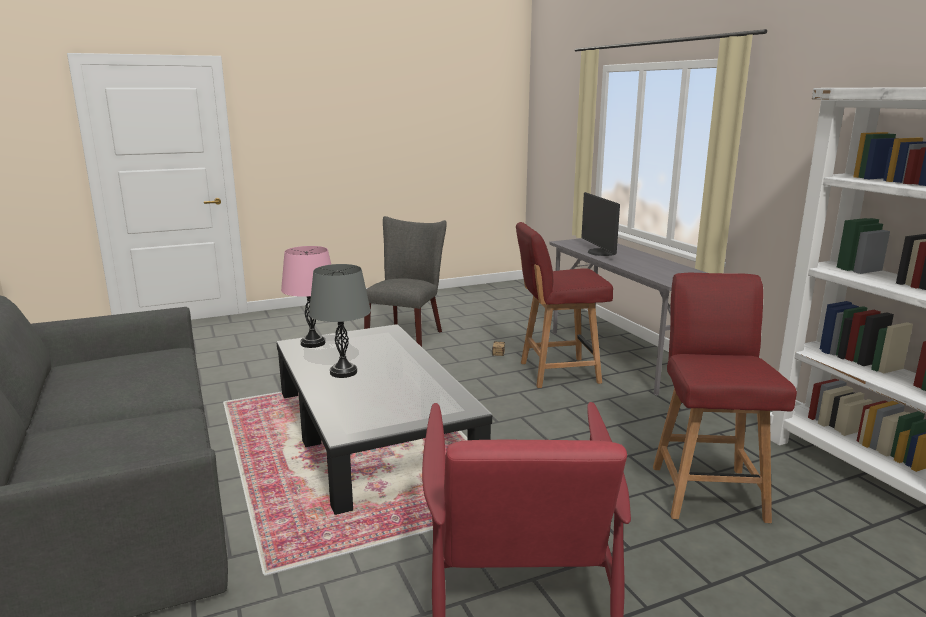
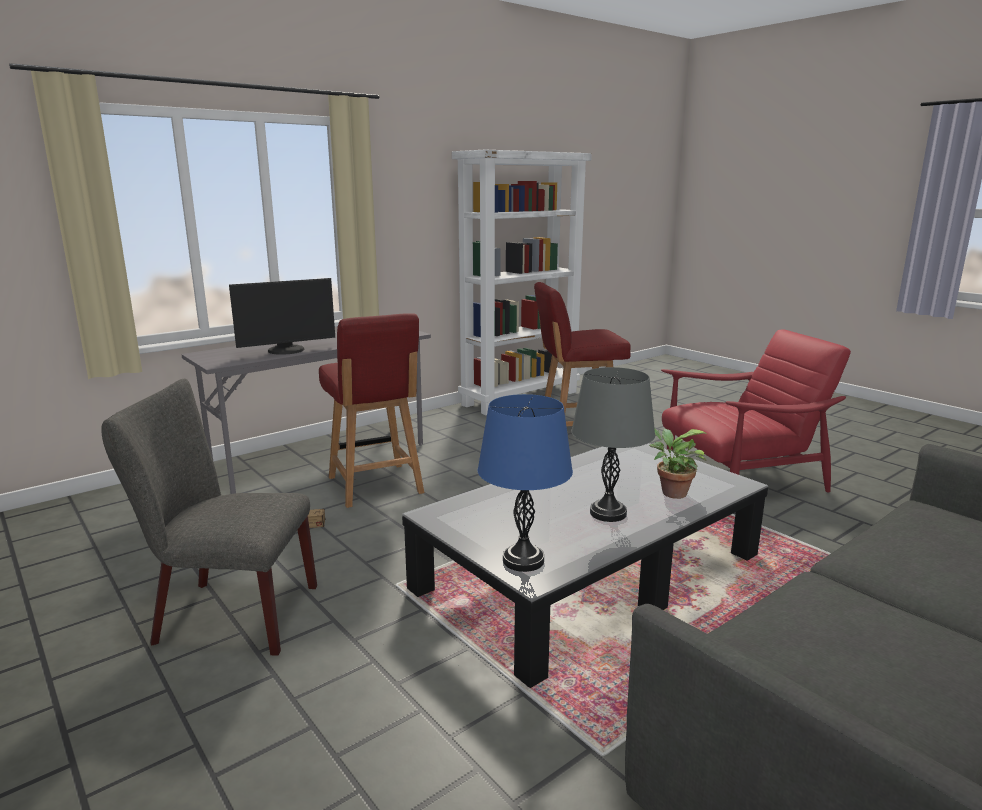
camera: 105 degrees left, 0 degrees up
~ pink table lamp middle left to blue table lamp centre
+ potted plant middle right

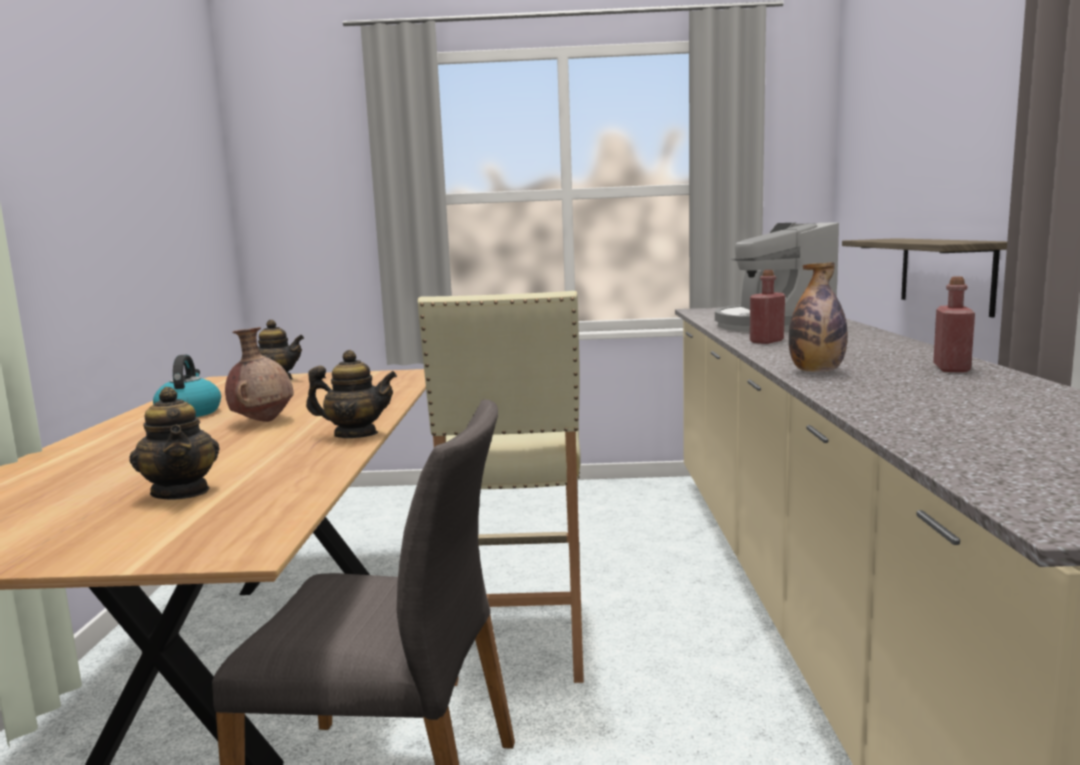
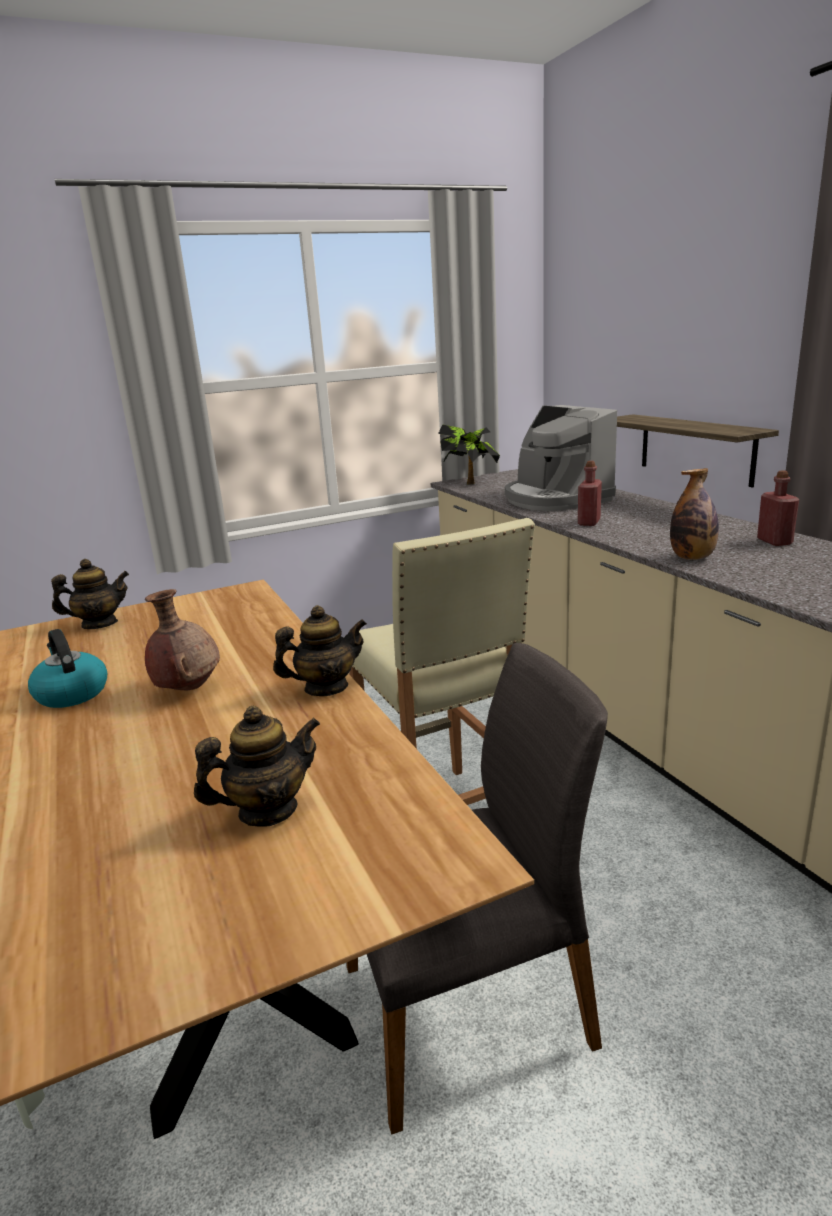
camera: 25 degrees left, 10 degrees up
~ teapot (no. 1 from left in the first image) middle left = middle left 60 degrees counterclockwise
+ potted plant centre

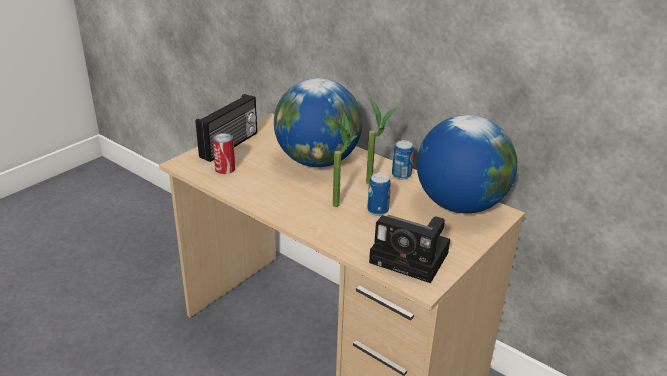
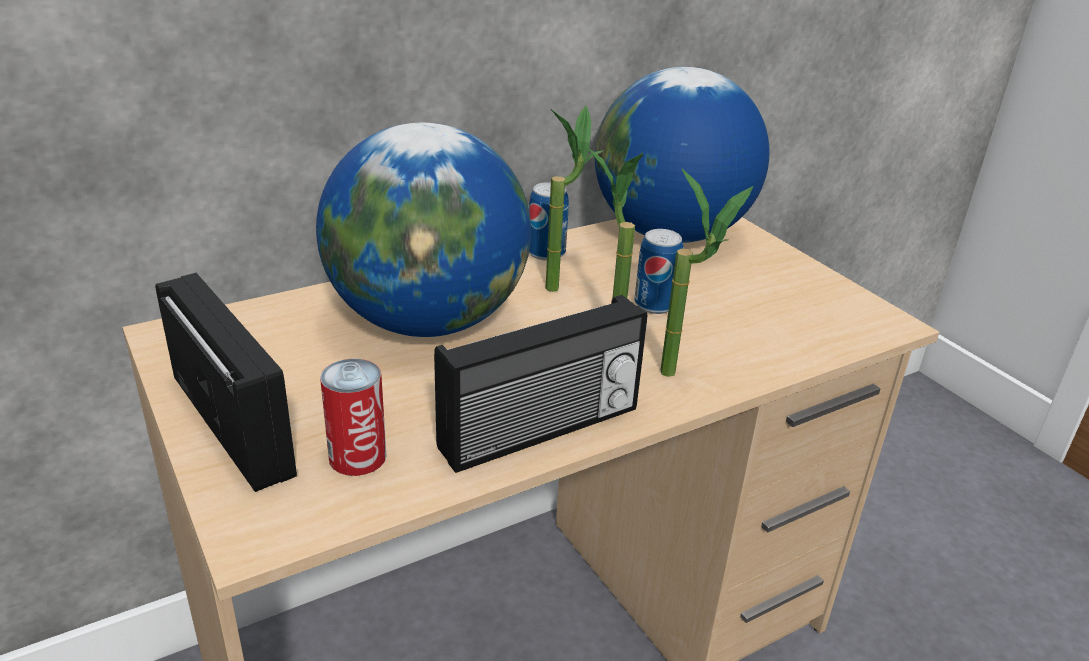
camera: 70 degrees left, 0 degrees up
+ radio (no. 2 from left) centre
+ potted plant (no. 3 from left) centre
- photo camera centre

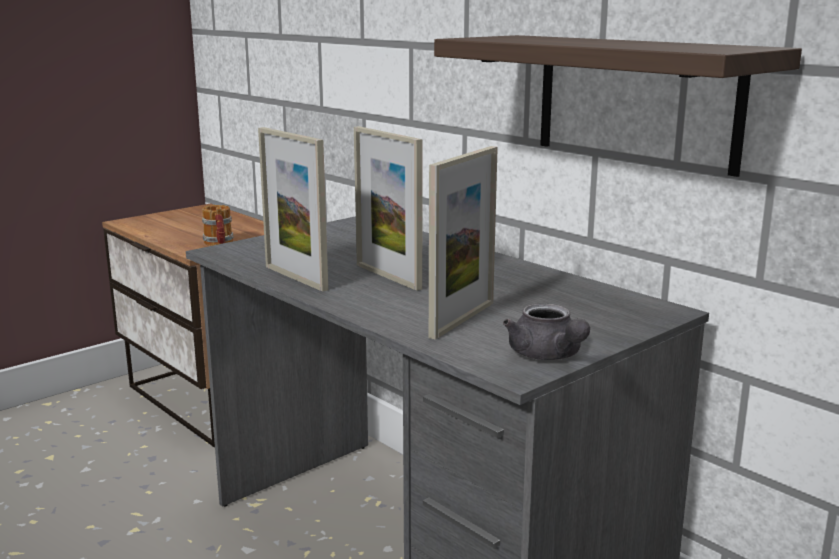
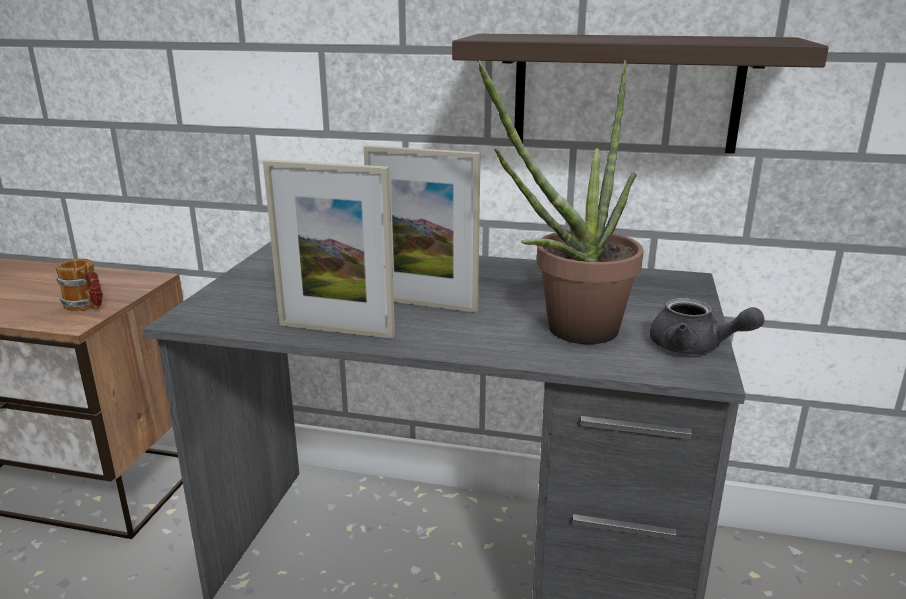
camera: 35 degrees left, 5 degrees up
~ picture frame (no. 3 from left) centre to potted plant centre

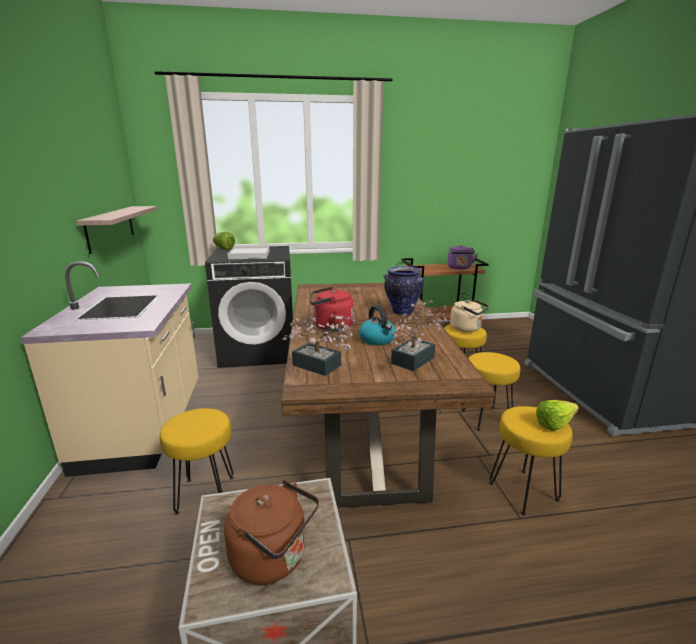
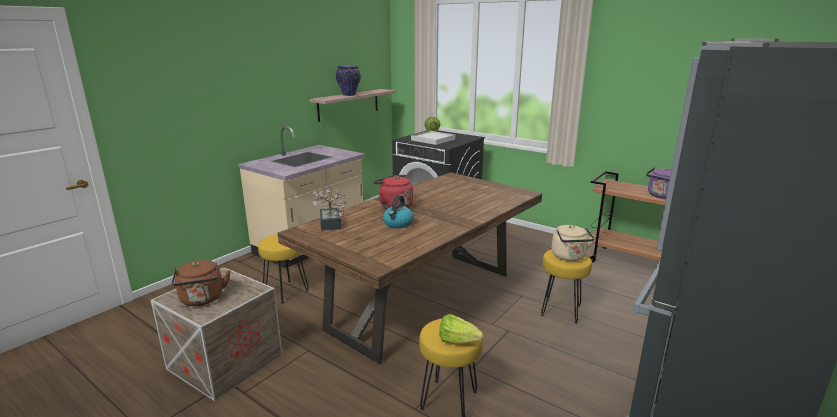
camera: 45 degrees right, 0 degrees up
~ vase centre to top centre
- potted plant (no. 2 from left) centre
- yellow stool (no. 3 from left) middle right

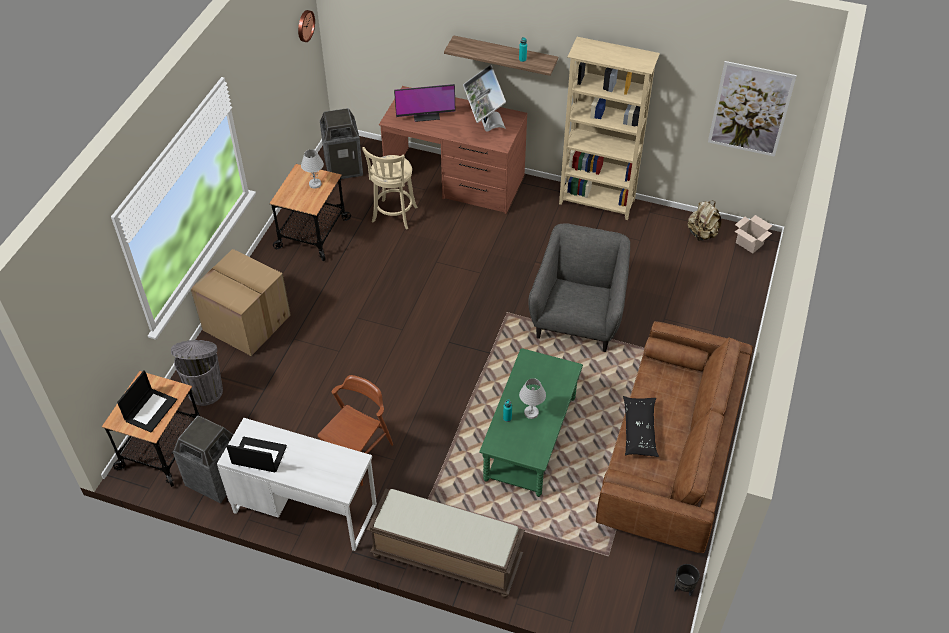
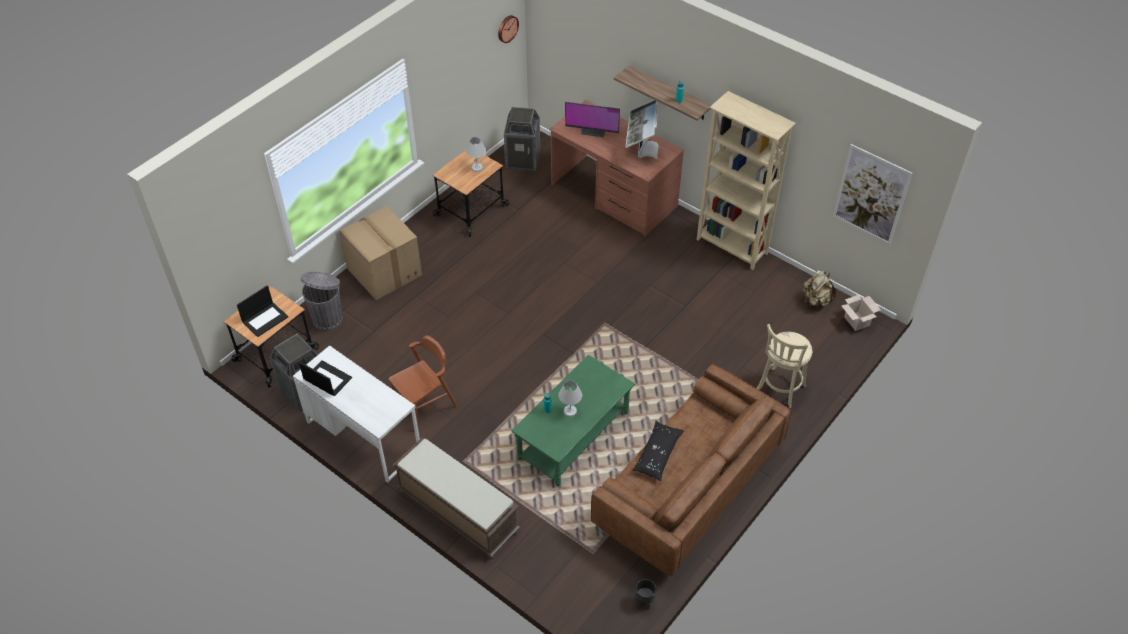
camera: 20 degrees right, 0 degrees up
~ beige stool top centre to middle right
- grey armchair centre

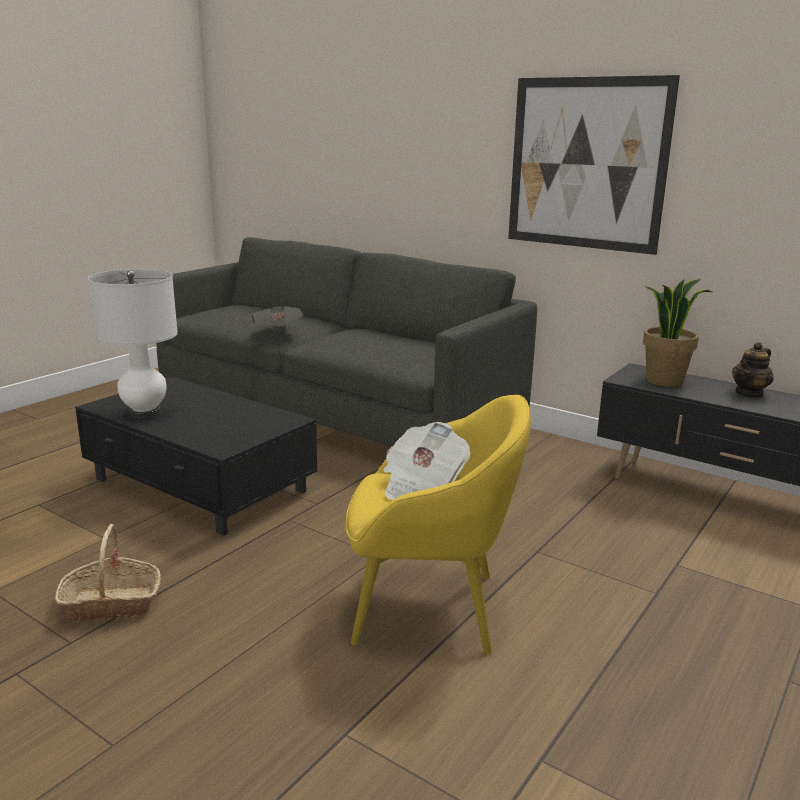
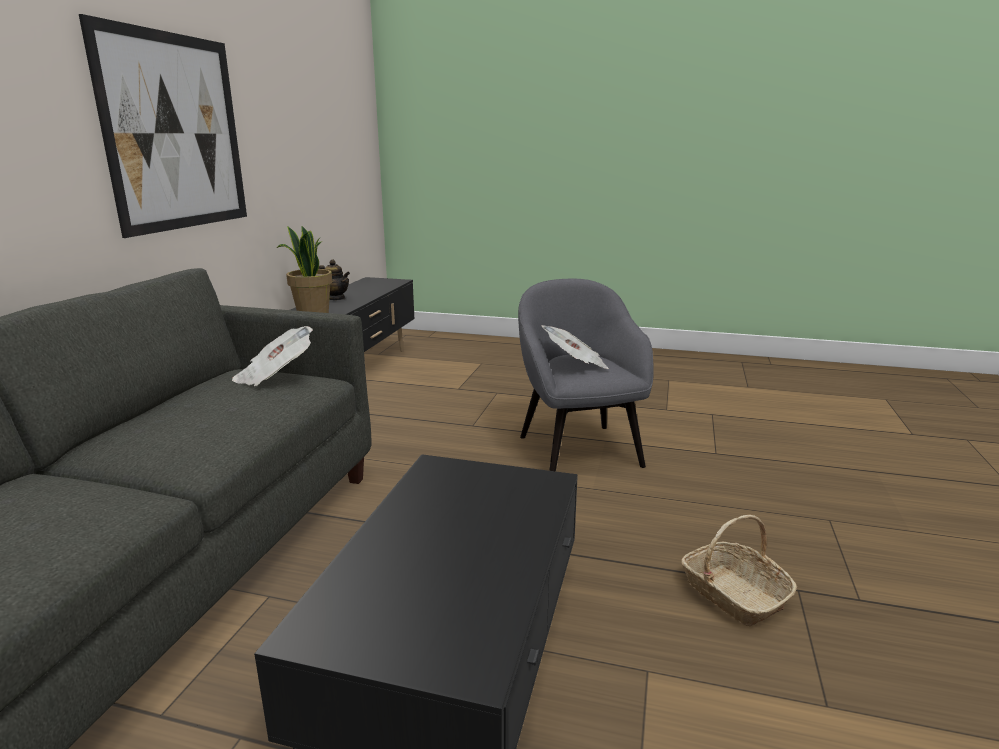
camera: 110 degrees left, 0 degrees up
~ newspaper (no. 1 from left) centre to middle left
~ yellow armchair centre to grey armchair centre
- white table lamp middle left

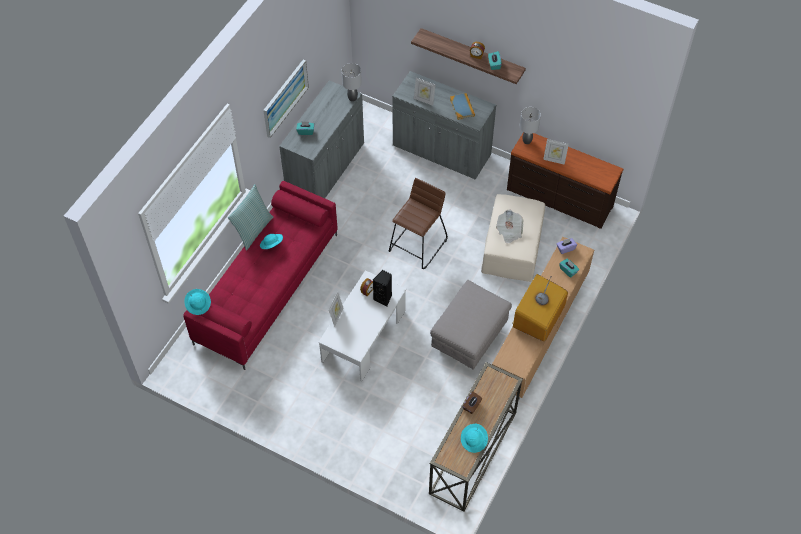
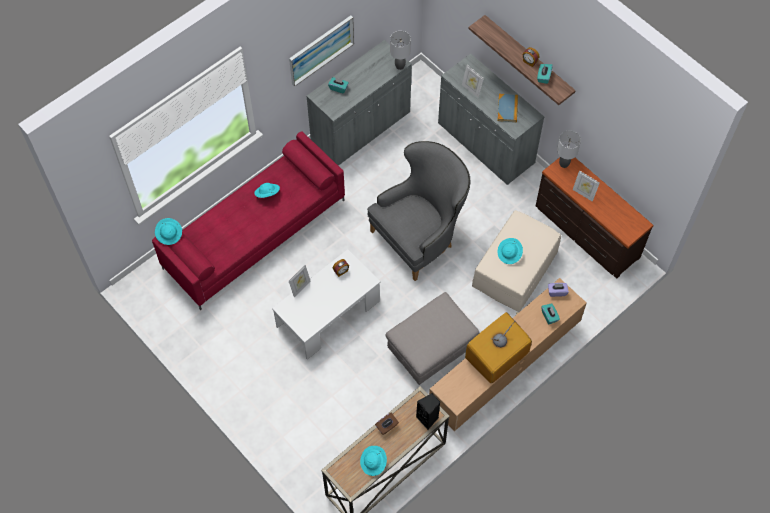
camera: 20 degrees right, 5 degrees up
~ brown stool centre to grey armchair centre
~ black speaker centre to bottom centre
~ newspaper centre to turquoise hat (no. 4 from left) centre
- pillow middle left

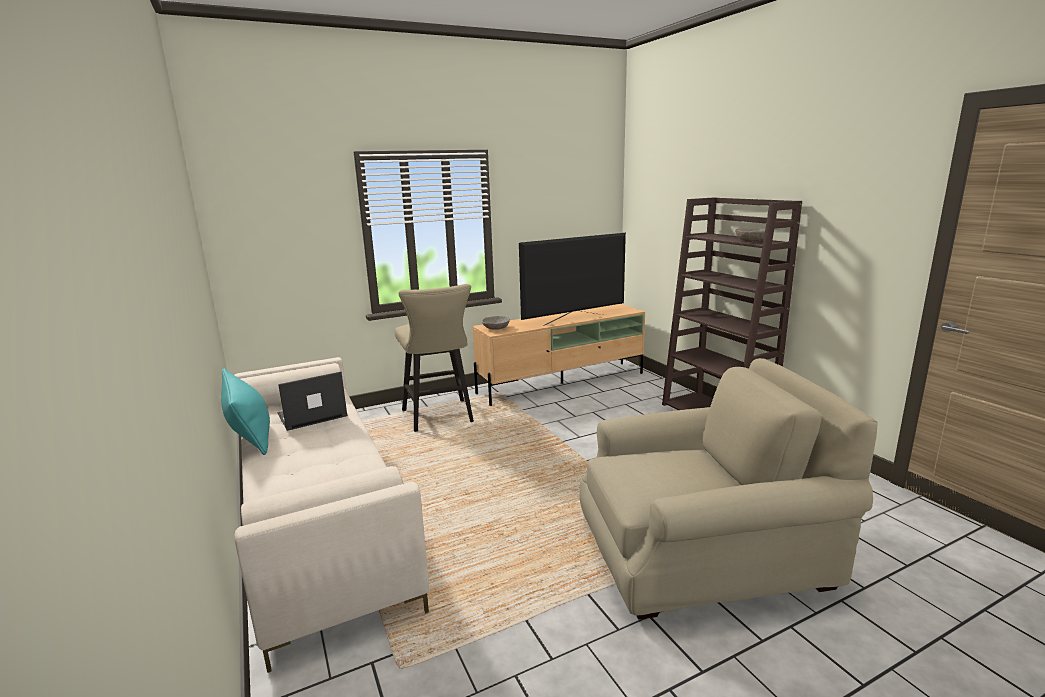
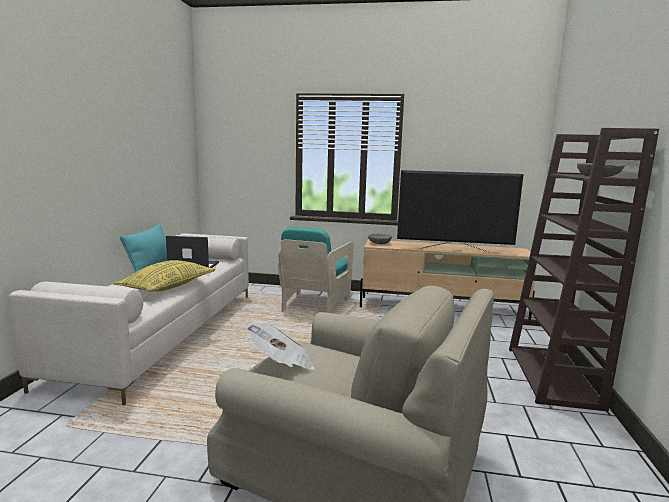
camera: 35 degrees right, 5 degrees down
+ yellow pillow middle left
+ newspaper bottom centre
~ beige stool centre to turquoise armchair centre

